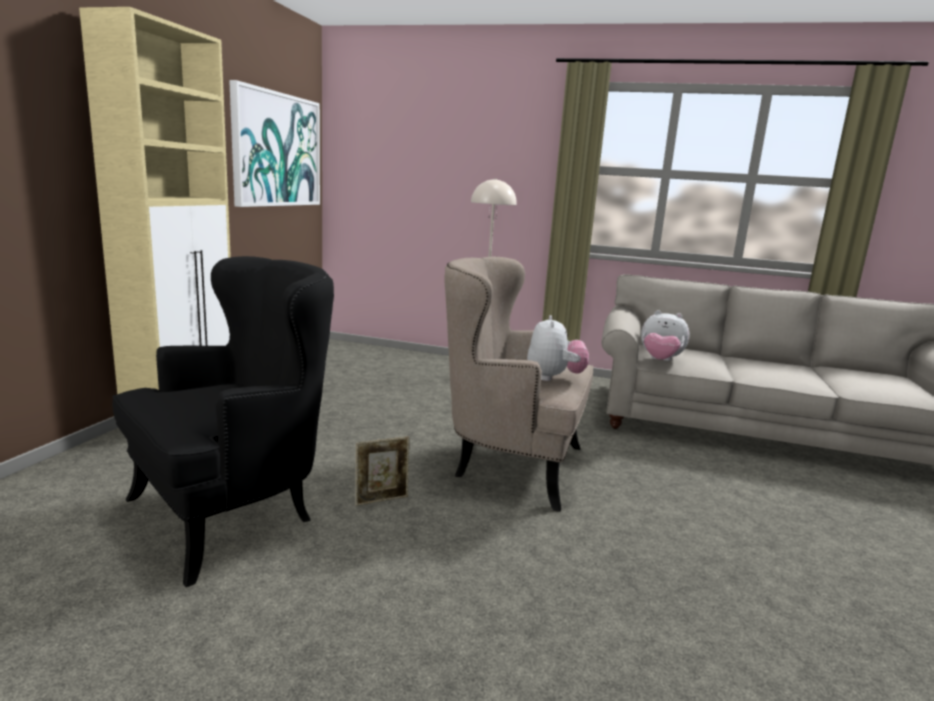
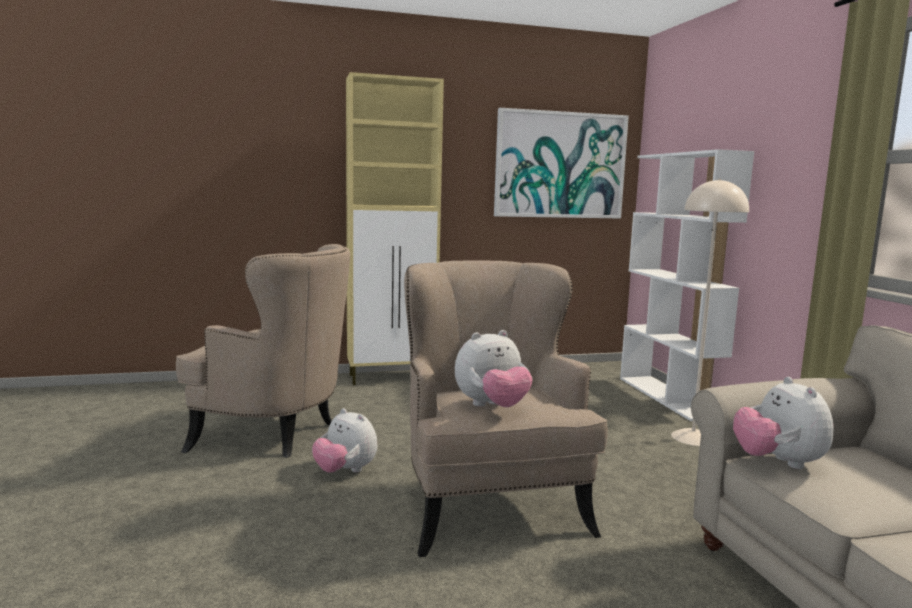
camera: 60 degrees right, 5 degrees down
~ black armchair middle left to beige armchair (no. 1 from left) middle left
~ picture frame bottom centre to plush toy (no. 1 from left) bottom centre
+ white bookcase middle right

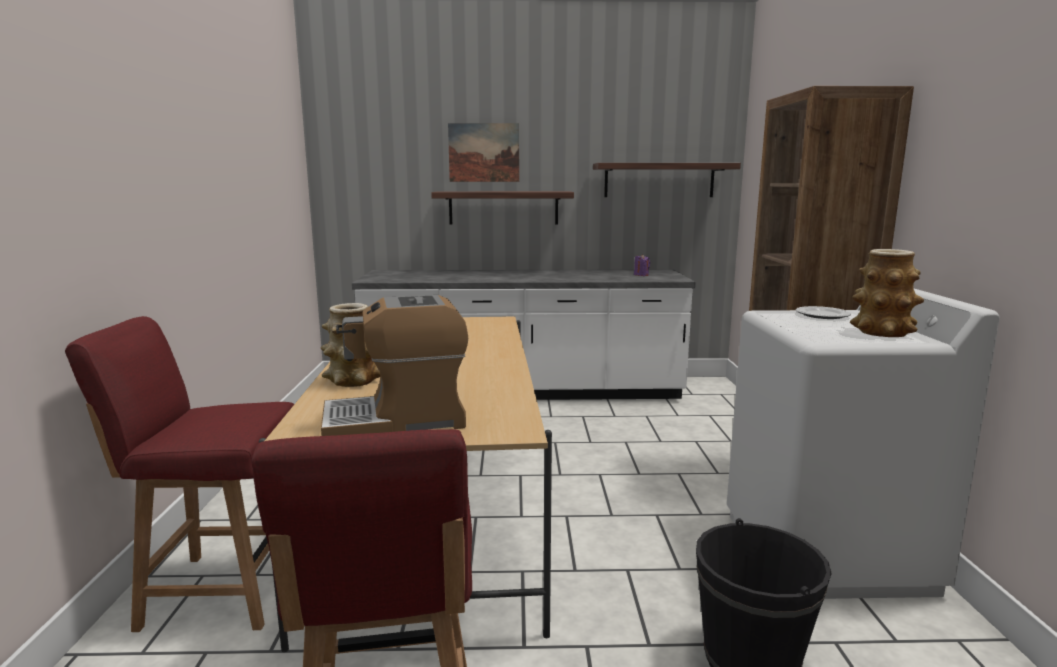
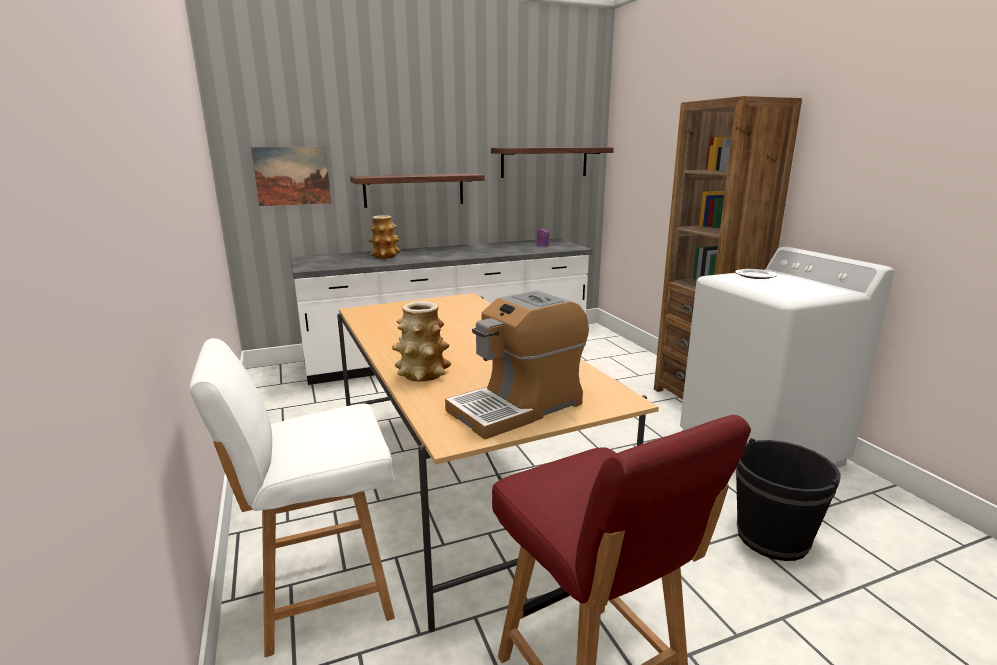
camera: 20 degrees left, 5 degrees up
~ red chair (no. 1 from left) bottom left to white chair bottom left
~ picture top centre to top left
~ vase (no. 2 from left in the first image) middle right to vase (no. 1 from left) centre

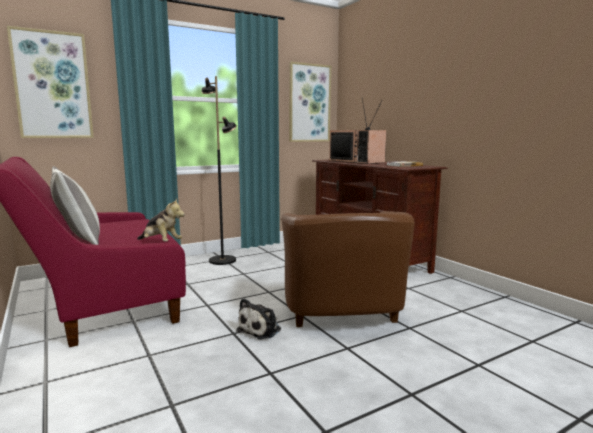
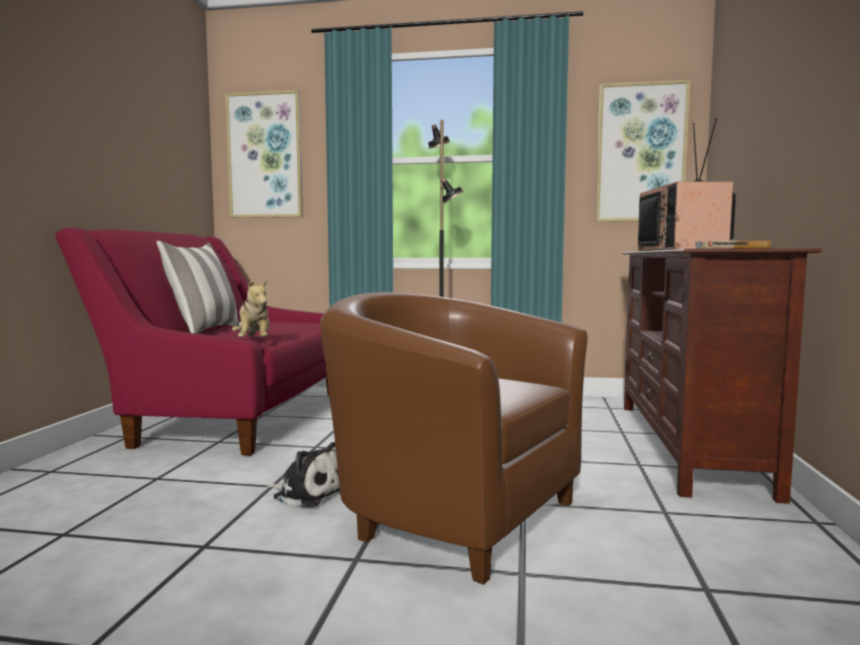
camera: 40 degrees right, 5 degrees down
~ plush toy (no. 2 from left) bottom centre = bottom centre 135 degrees counterclockwise
~ brown armchair centre = bottom centre 90 degrees clockwise

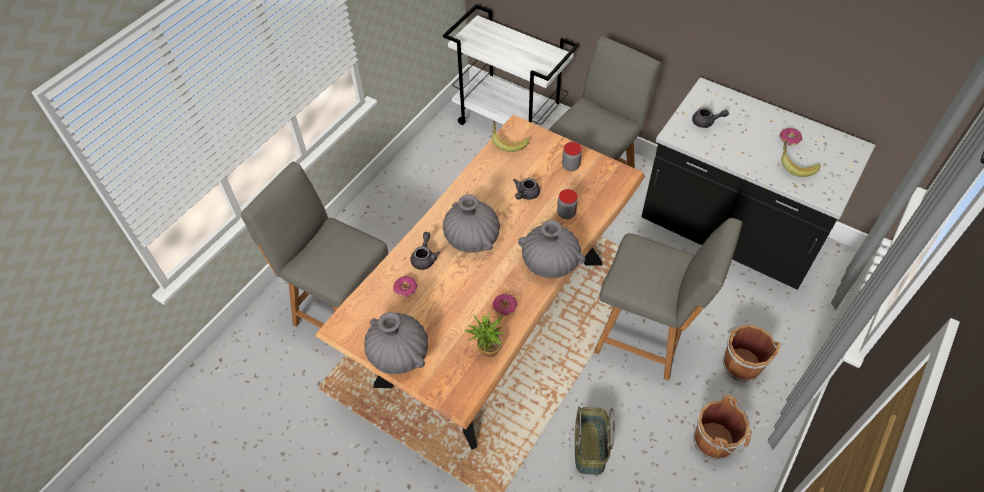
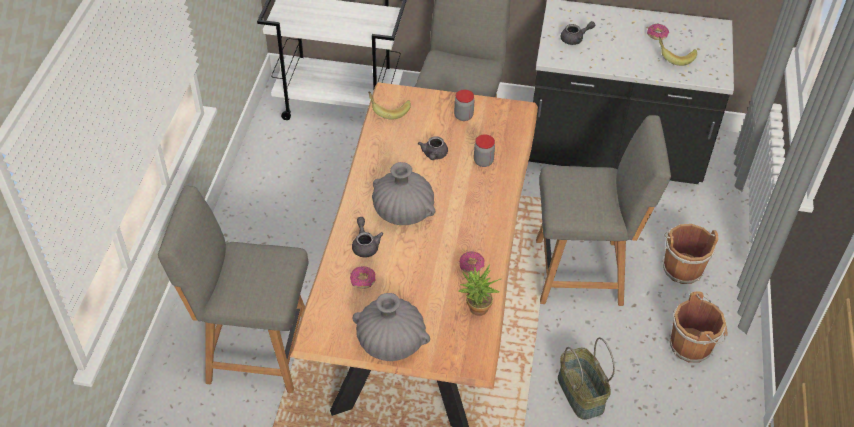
camera: 25 degrees left, 5 degrees down
- grey vase (no. 3 from left) centre

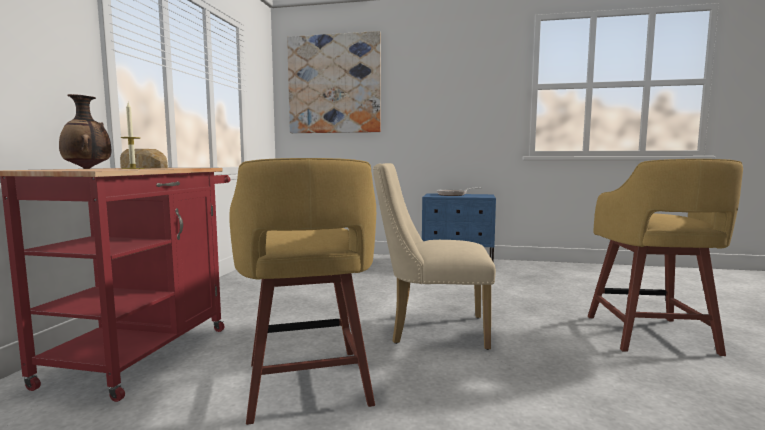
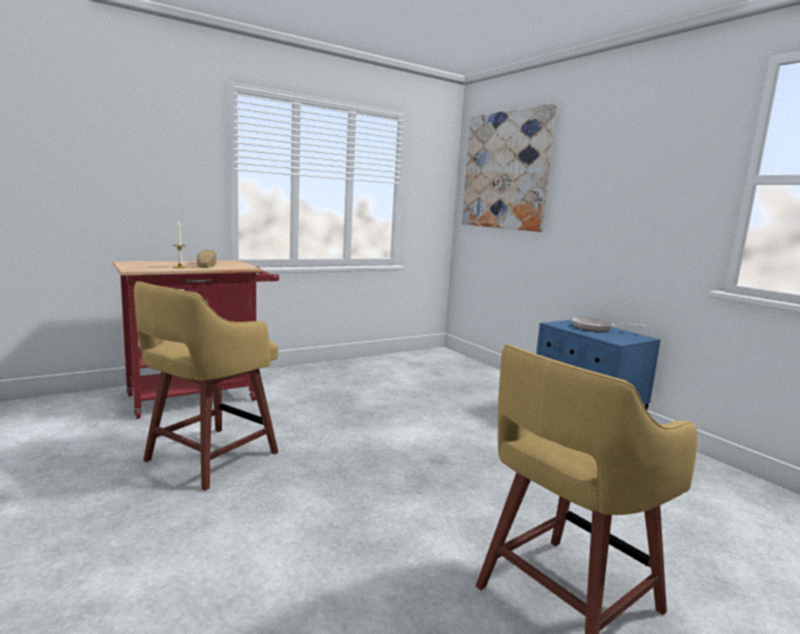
camera: 45 degrees right, 5 degrees up
- vase top left
- beige chair centre

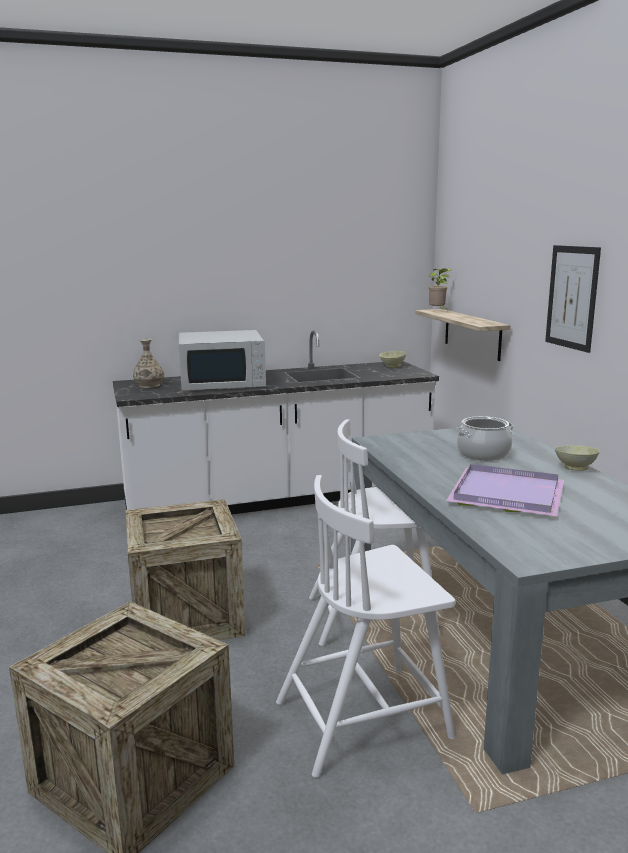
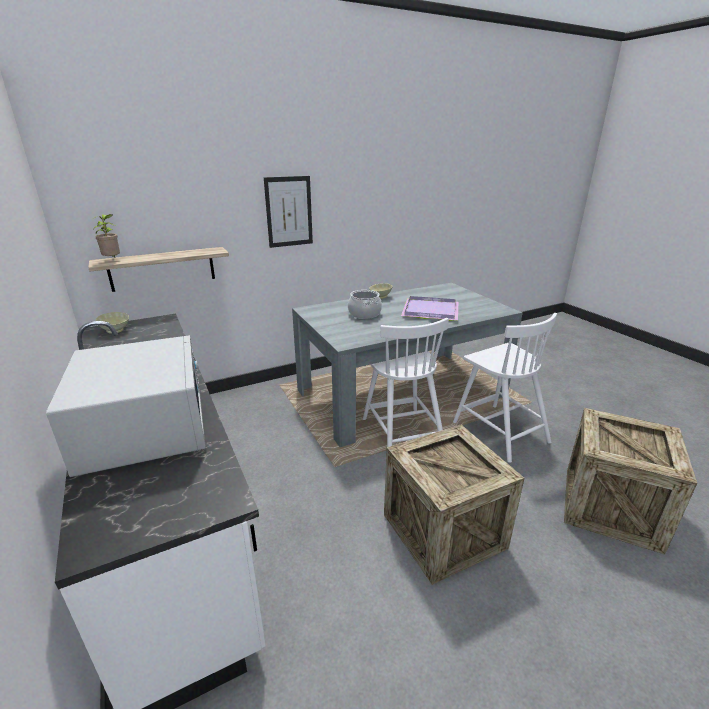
camera: 100 degrees left, 10 degrees up
- vase middle left

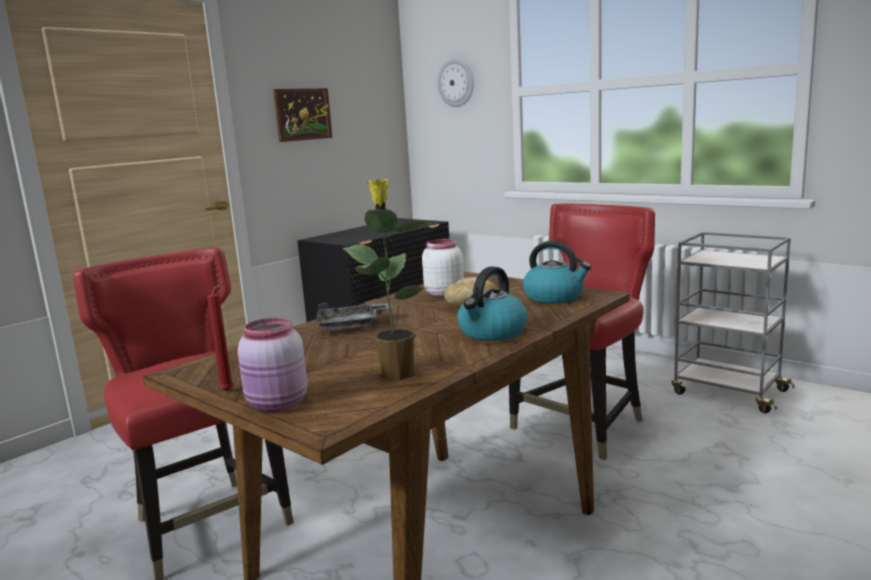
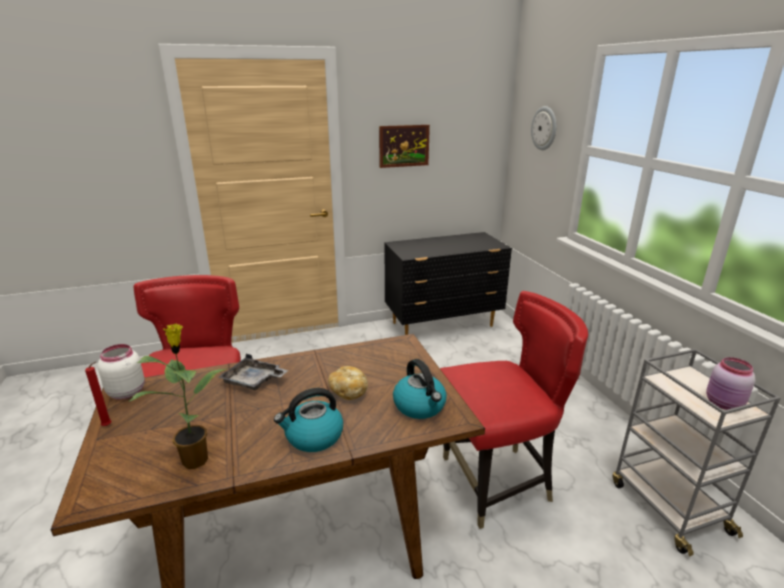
camera: 30 degrees right, 10 degrees up
~ white jar centre to middle left
~ pink jar middle left to middle right

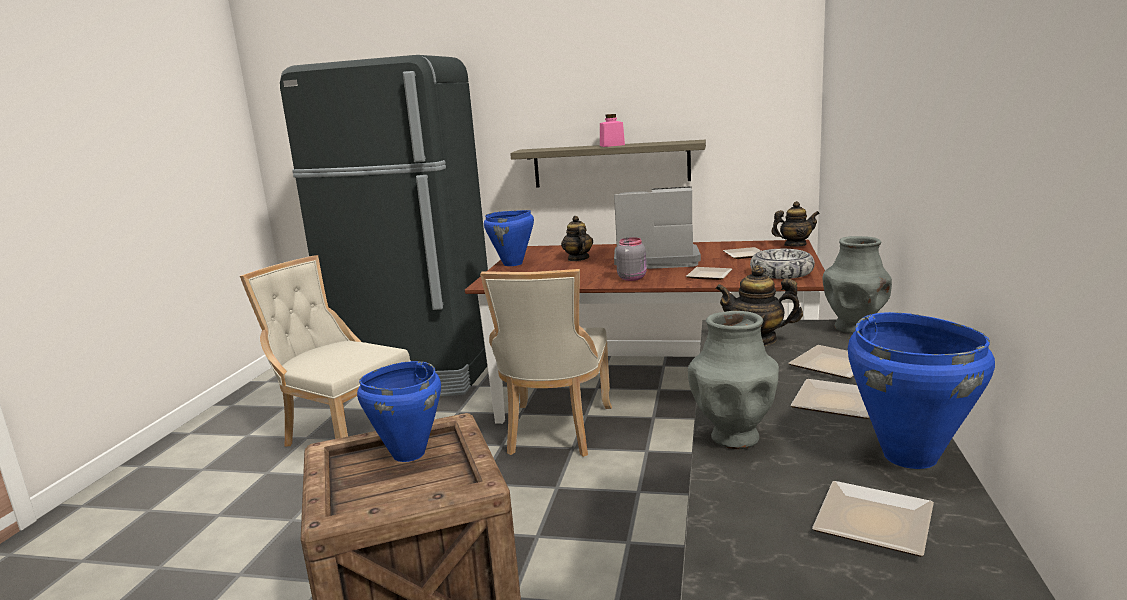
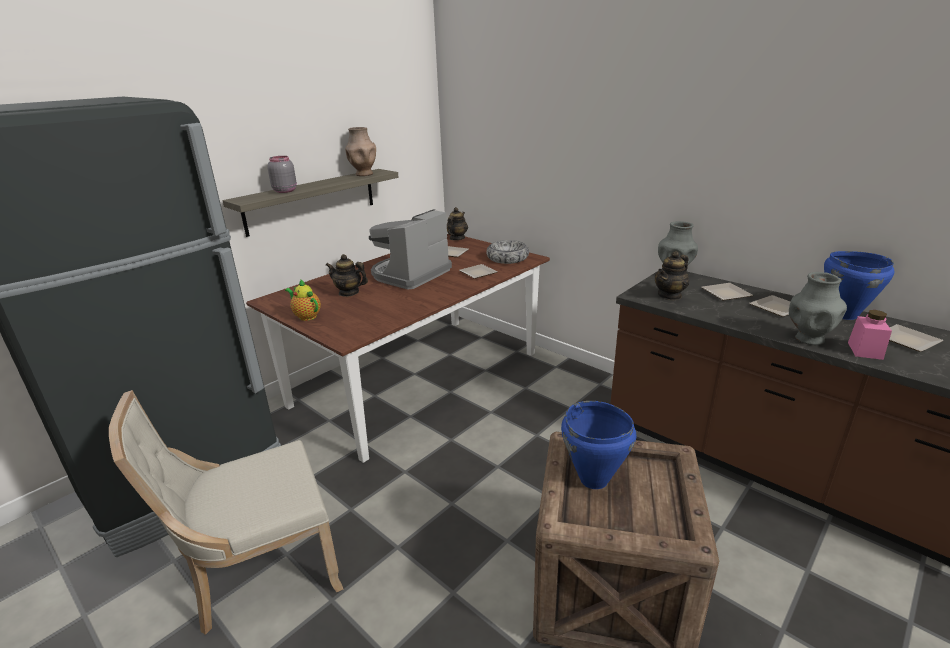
camera: 60 degrees left, 10 degrees up
~ grey jar centre to top left
~ blue cooking pot (no. 2 from left) centre to teapot (no. 1 from left) middle left
+ brown vase top centre
~ pink jar top centre to middle right
- beige chair (no. 2 from left) centre

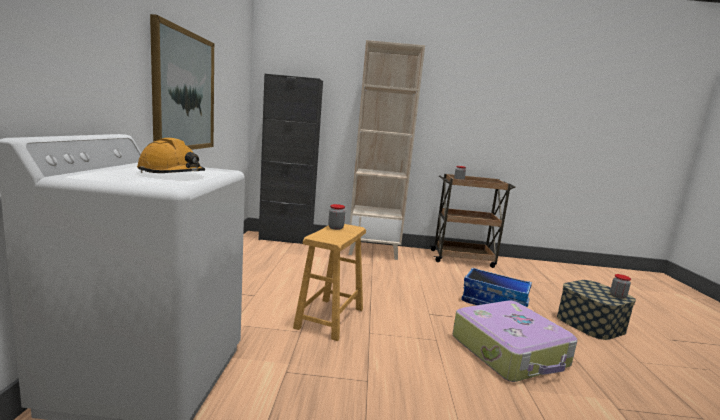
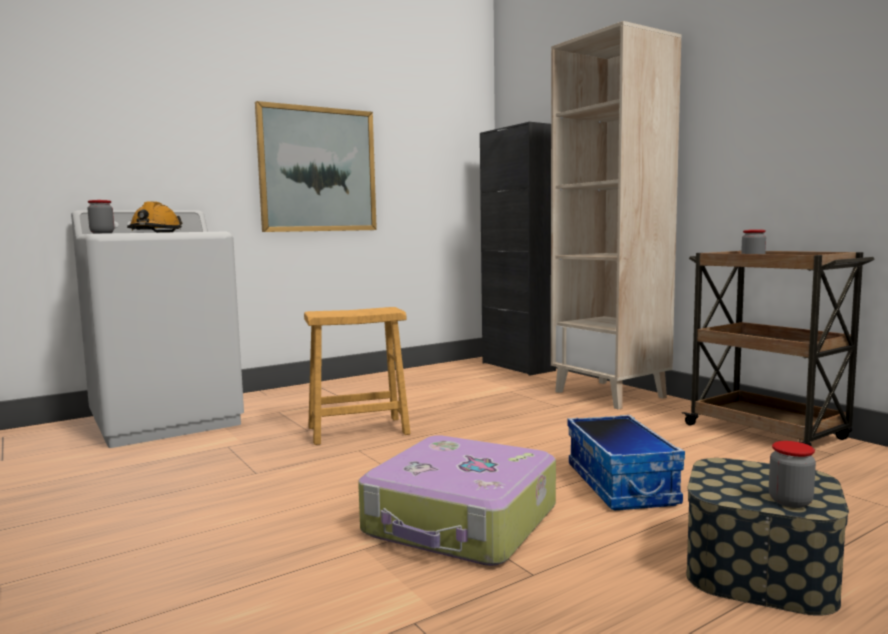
camera: 55 degrees right, 5 degrees down
~ jar (no. 1 from left) centre to middle left

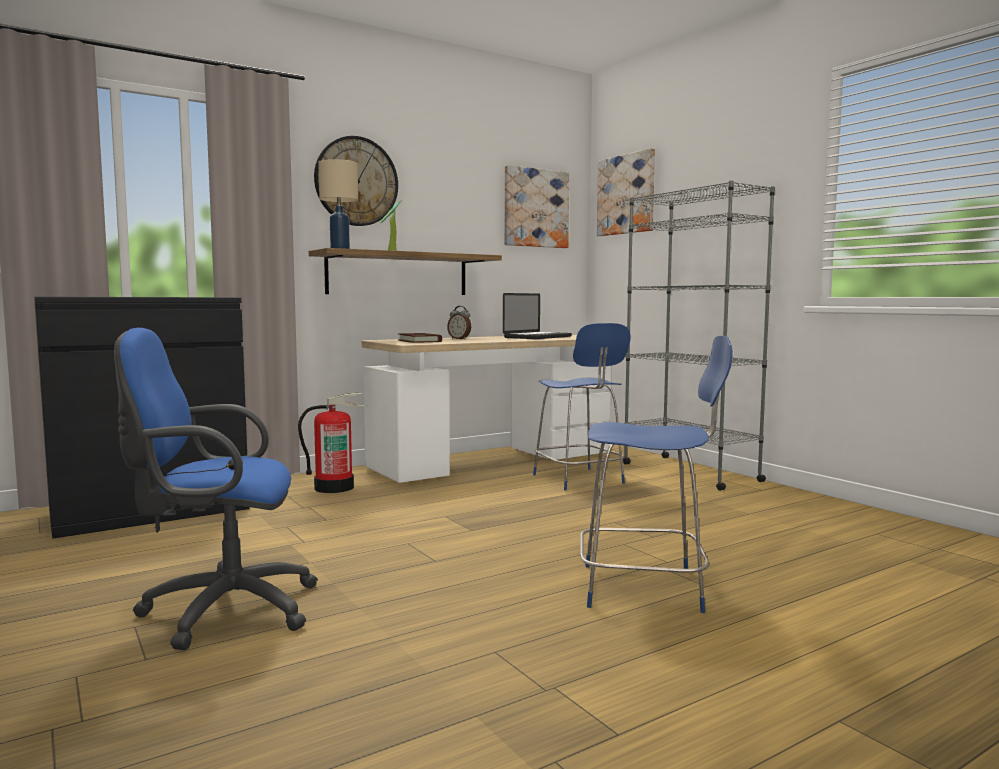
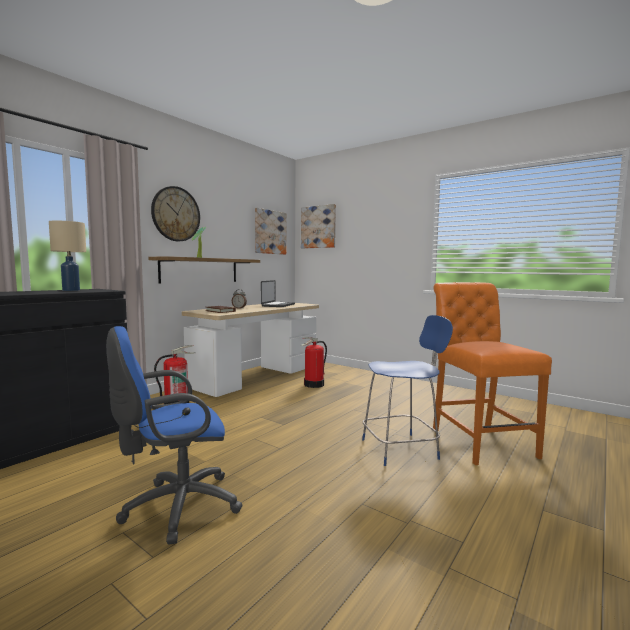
camera: 20 degrees left, 0 degrees up
~ beige table lamp top centre to middle left
~ blue chair (no. 1 from left) centre to fire extinguisher (no. 2 from left) centre
+ orange chair middle right
- grey bookcase middle right

